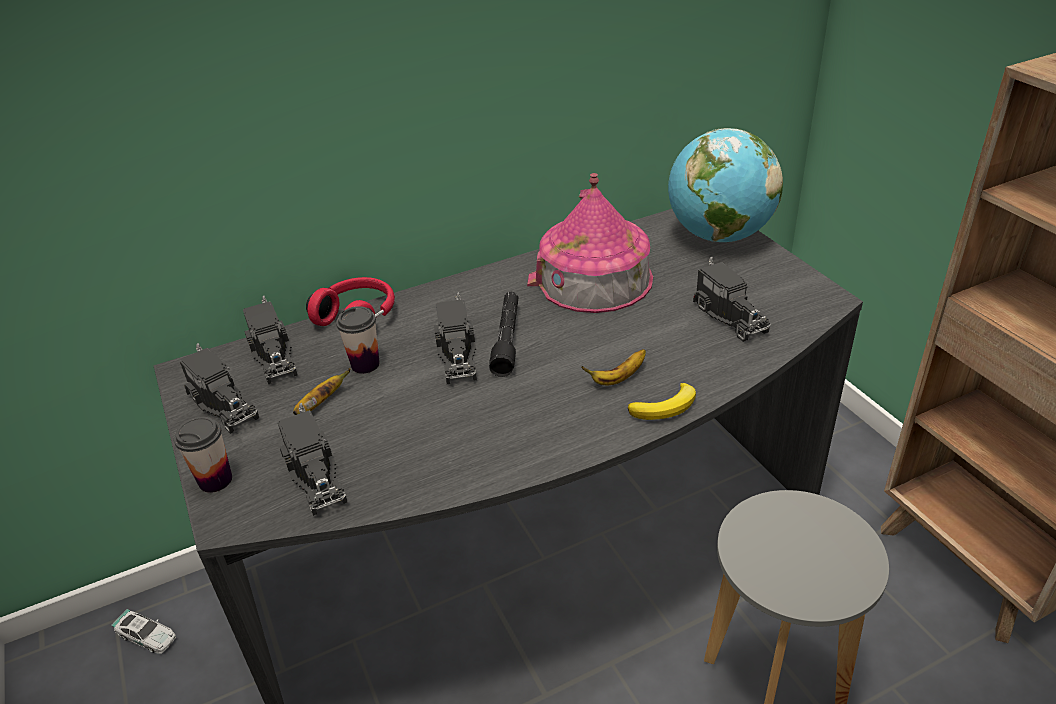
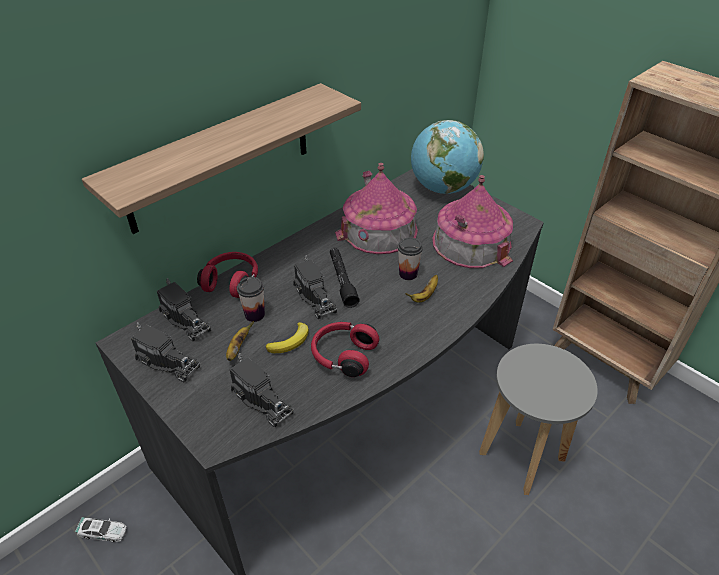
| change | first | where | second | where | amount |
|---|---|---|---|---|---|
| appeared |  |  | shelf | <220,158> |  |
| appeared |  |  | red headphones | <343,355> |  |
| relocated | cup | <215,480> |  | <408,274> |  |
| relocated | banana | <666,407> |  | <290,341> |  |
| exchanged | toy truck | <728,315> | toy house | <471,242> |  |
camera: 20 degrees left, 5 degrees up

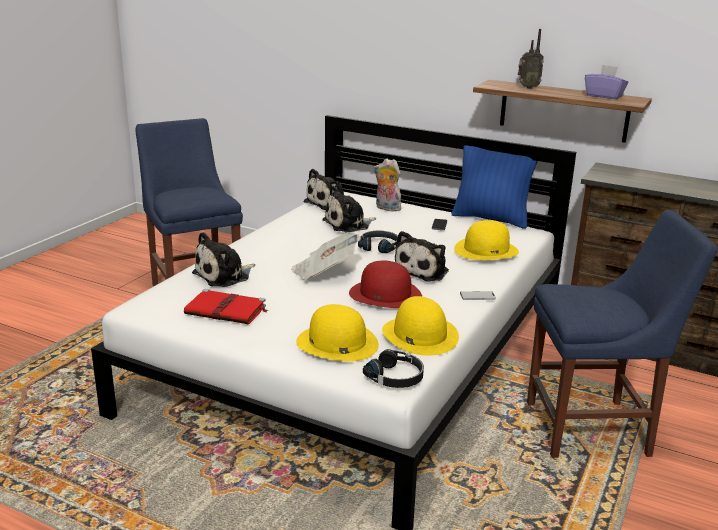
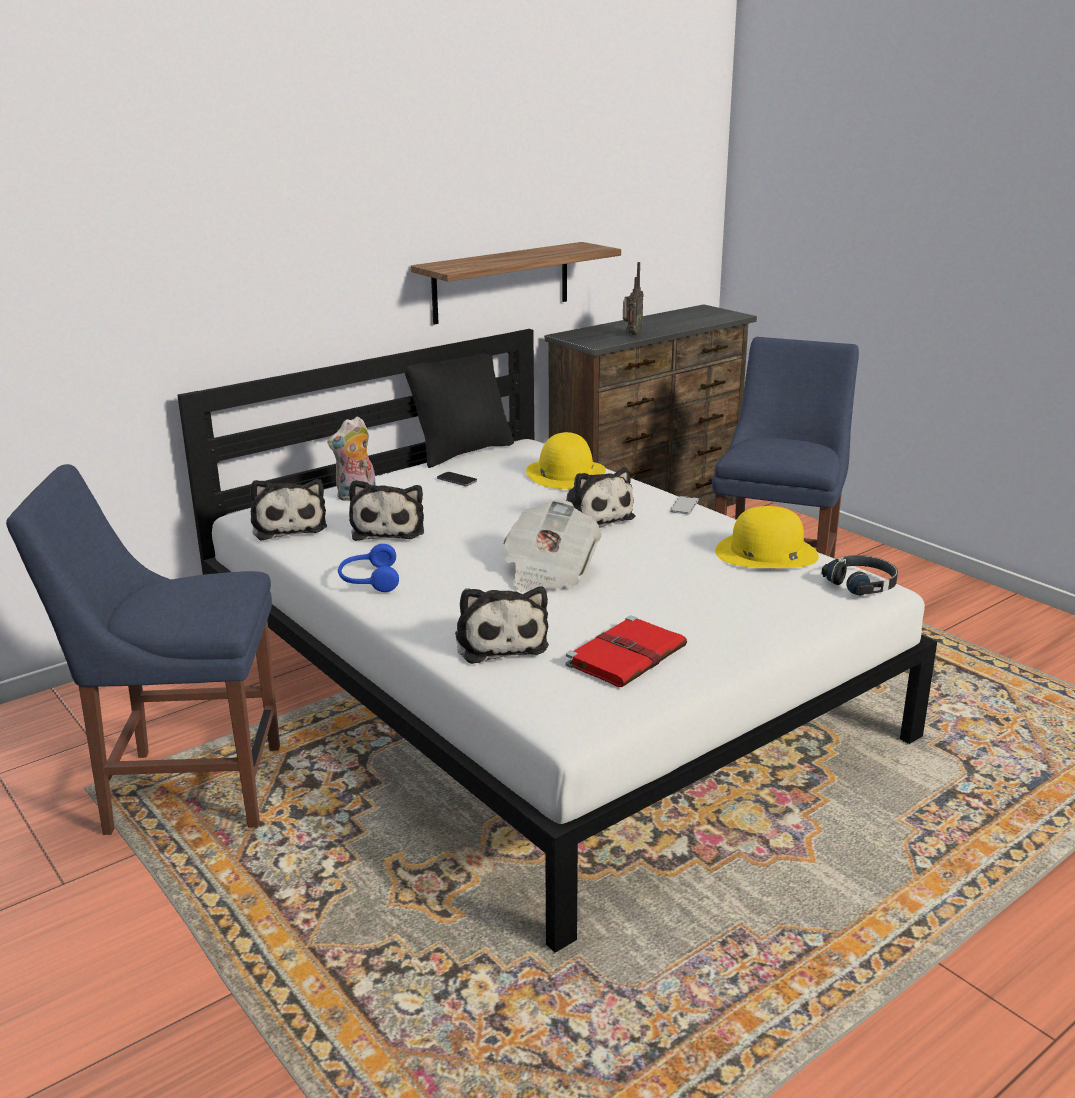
| change | first | where | second | where | amount |
|---|---|---|---|---|---|
| missing | yellow hat | <337,343> |  |  |  |
| missing | red hat | <385,294> |  |  |  |
| missing | black headphones | <379,247> |  |  |  |
| missing | purple tissue box | <604,96> |  |  |  |
| appeared |  |  | blue headphones | <368,580> |  |
| relocated | radio | <527,87> |  | <631,334> |  |
| colour | blue pillow | <491,219> | black pillow | <463,452> |  |
camera: 65 degrees left, 0 degrees up

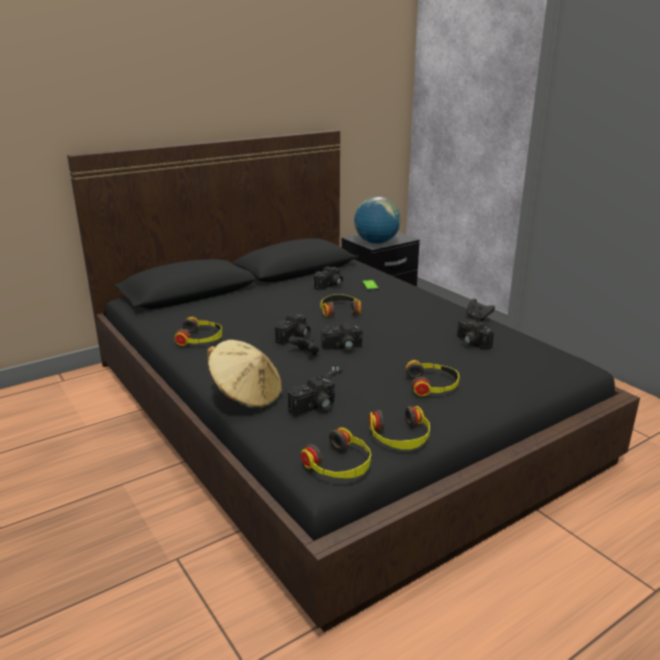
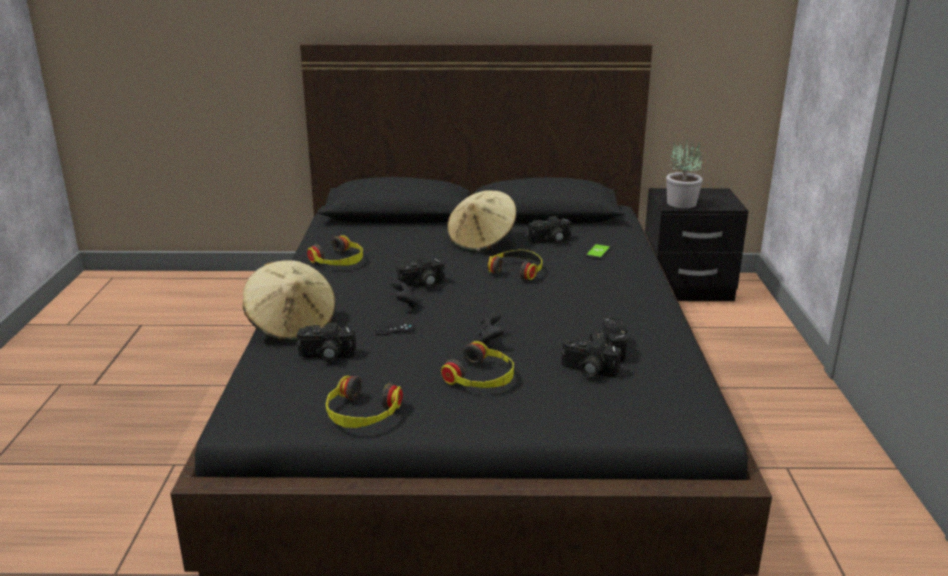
| change | first | where | second | where | amount |
|---|---|---|---|---|---|
| missing | headphones | <340,464> |  |  |  |
| appeared |  |  | beige hat | <482,242> |  |
| relocated | photo camera | <342,347> |  | <587,371> |  |
| relocated | black game controller | <478,318> |  | <489,340> |  |
| exchanged | globe | <376,243> | potted plant | <681,203> |  |
camera: 35 degrees right, 0 degrees up

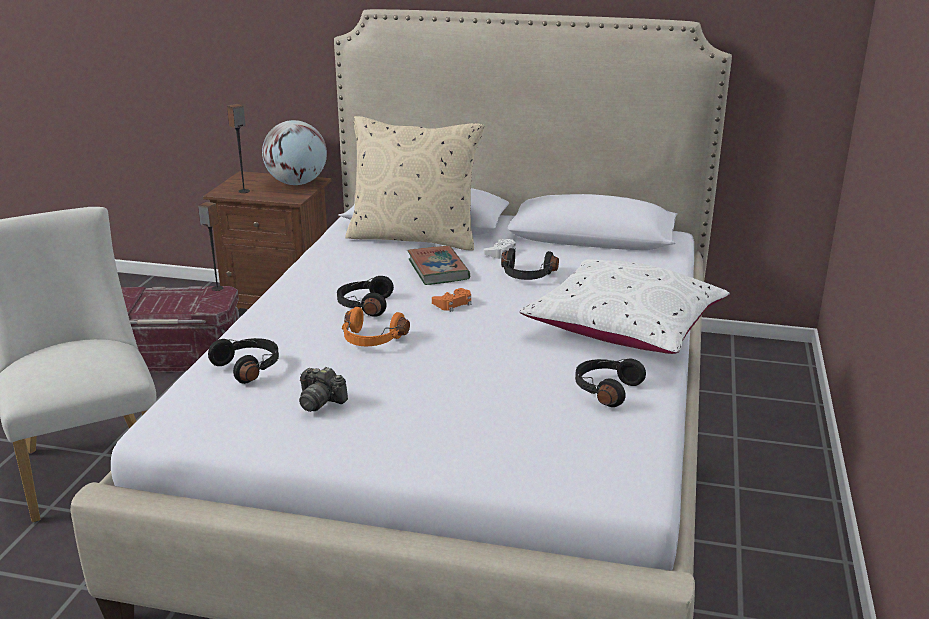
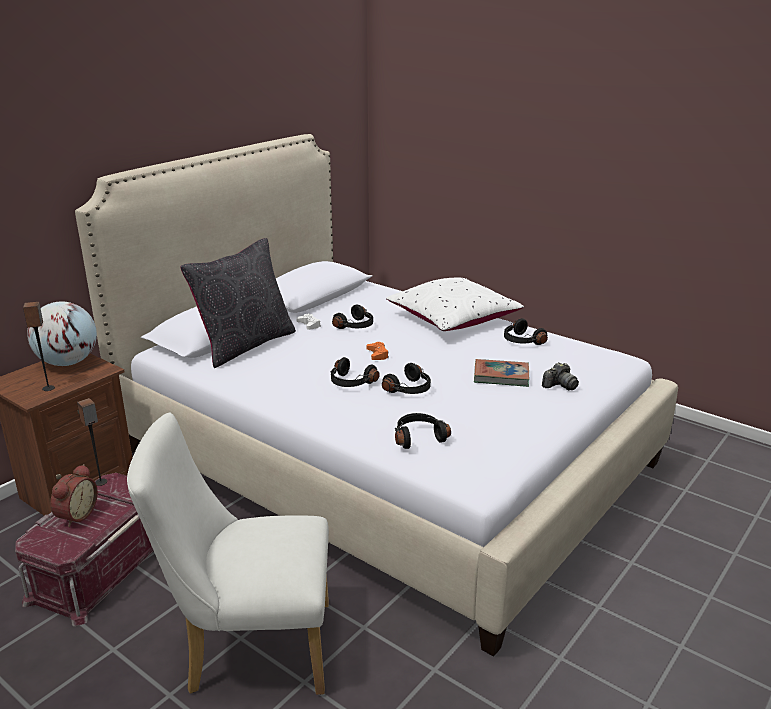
| change | first | where | second | where | amount |
|---|---|---|---|---|---|
| appeared |  |  | alarm clock | <75,515> |  |
| relocated | photo camera | <320,401> |  | <560,385> |  |
| relocated | book | <438,270> |  | <501,376> |  |
| colour | orange headphones | <371,340> | black headphones | <410,389> |  |
| colour | beige pillow | <414,237> | black pillow | <245,345> |  |
camera: 65 degrees left, 0 degrees up

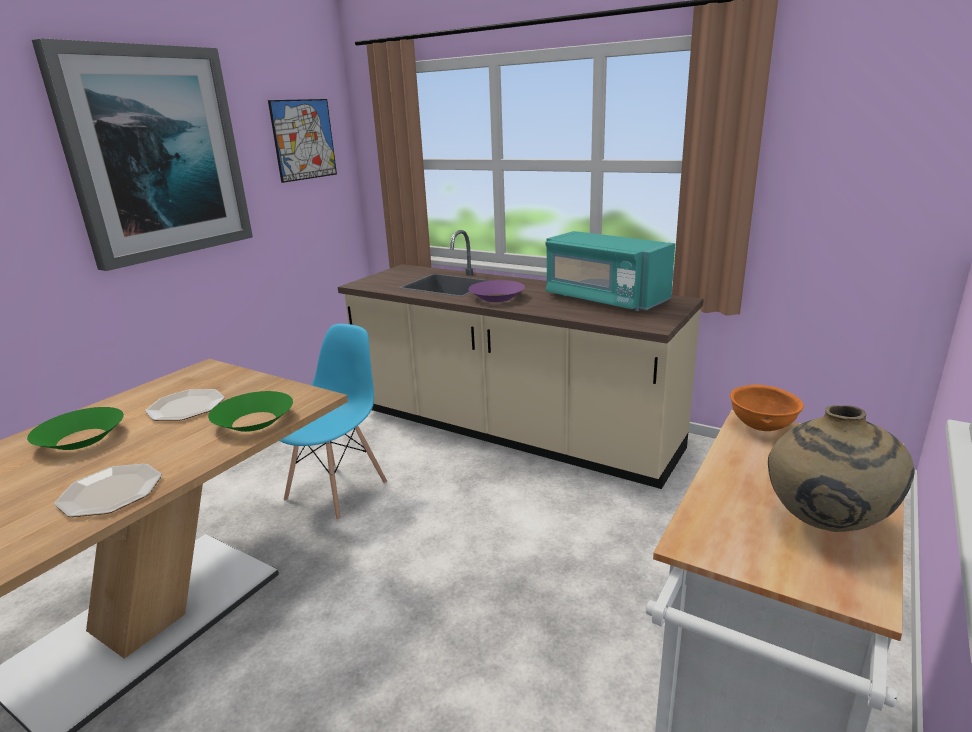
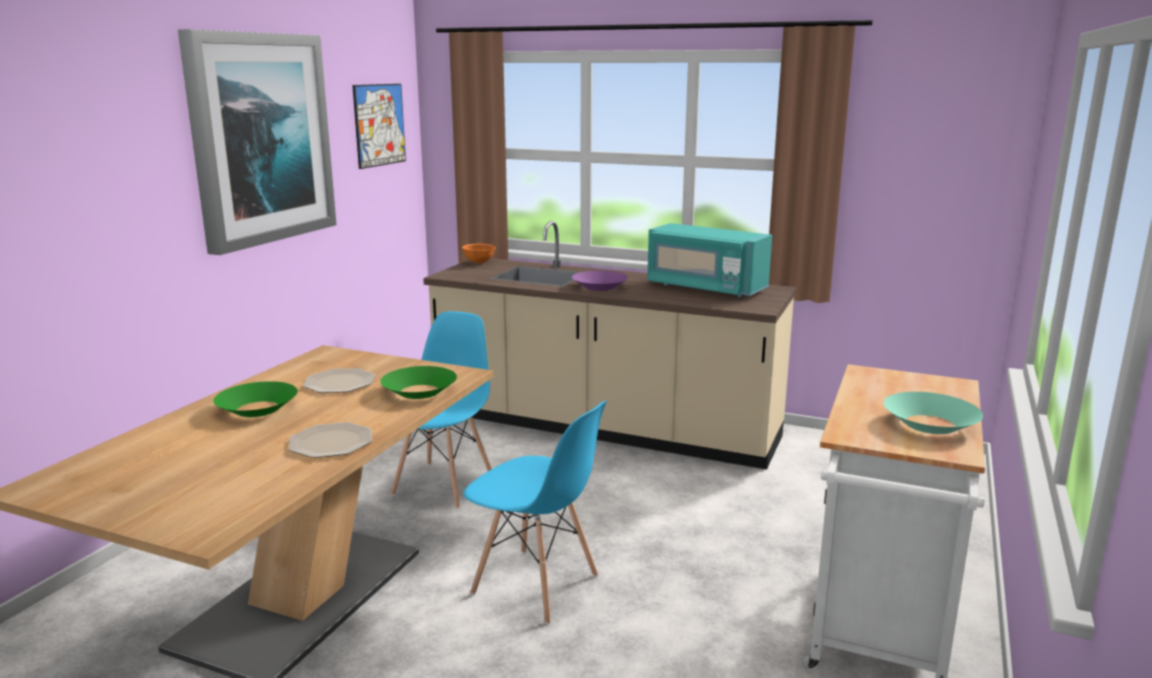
| change | first | where | second | where | amount |
|---|---|---|---|---|---|
| appeared |  |  | blue chair | <536,585> |  |
| relocated | orange bowl | <762,427> |  | <479,262> |  |
| exchanged | beige vase | <823,526> | turquoise bowl | <930,424> |  |
camera: 10 degrees left, 5 degrees down

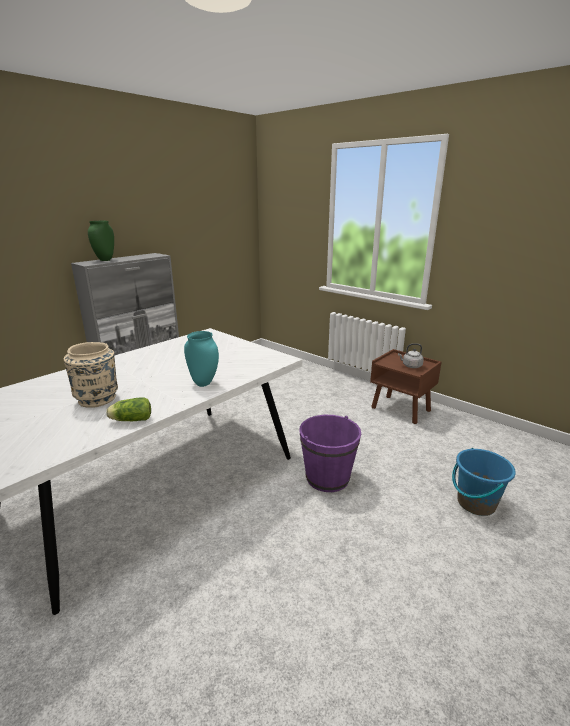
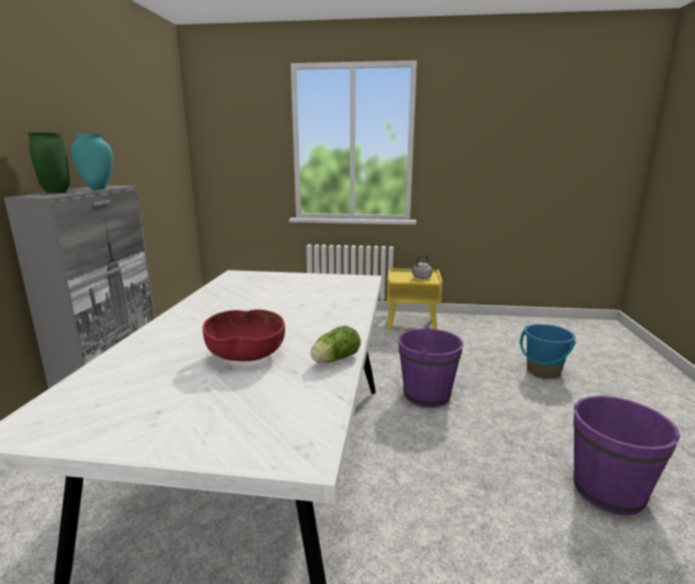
| change | first | where | second | where | amount |
|---|---|---|---|---|---|
| appeared |  |  | purple bucket | <608,490> |  |
| relocated | turquoise vase | <204,383> |  | <98,189> |  |
| exchanged | beige vase | <98,399> | red bowl | <246,355> |  |
| colour | brown nightstand | <401,409> | yellow nightstand | <412,324> |  |
camera: 35 degrees left, 5 degrees down

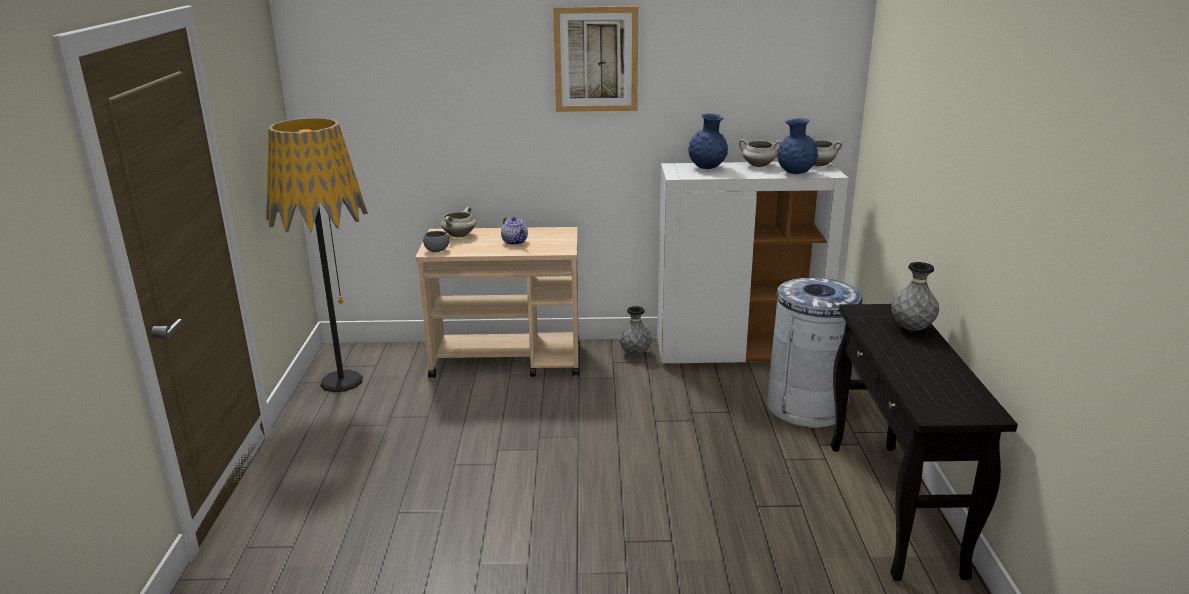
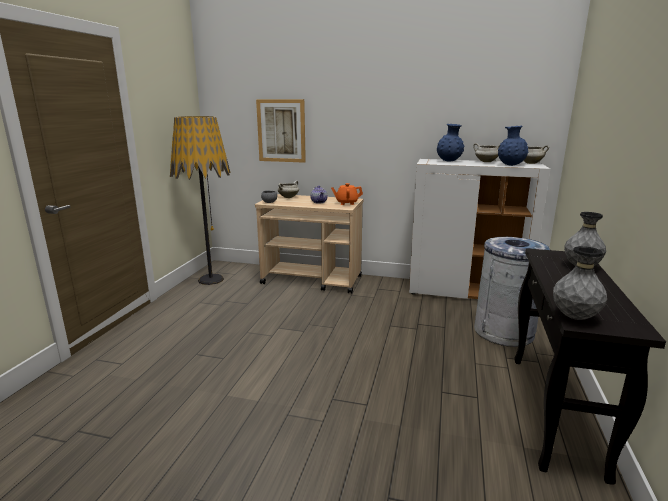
| change | first | where | second | where | amount |
|---|---|---|---|---|---|
| appeared |  |  | orange teapot | <346,203> |  |
| relocated | picture | <596,59> |  | <281,131> |  |
| relocated | grey vase | <635,354> |  | <574,317> |  |
camera: 15 degrees right, 5 degrees down

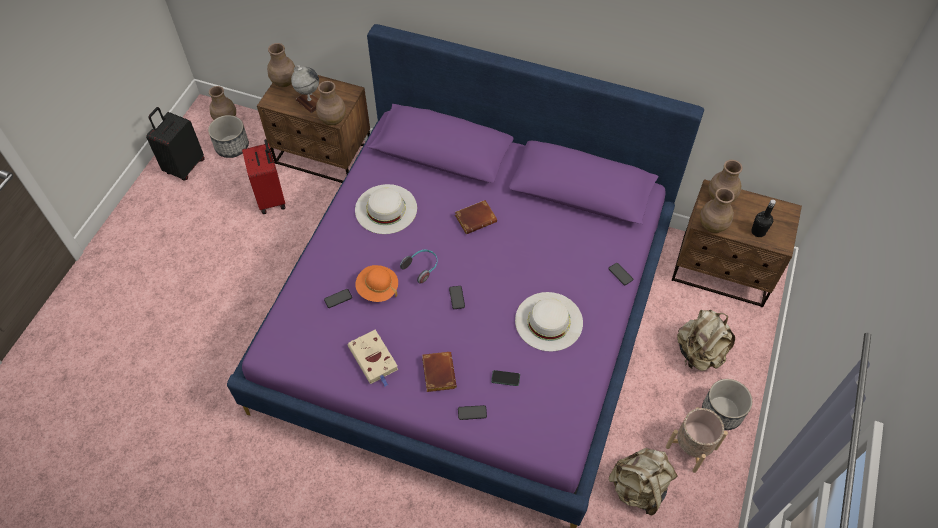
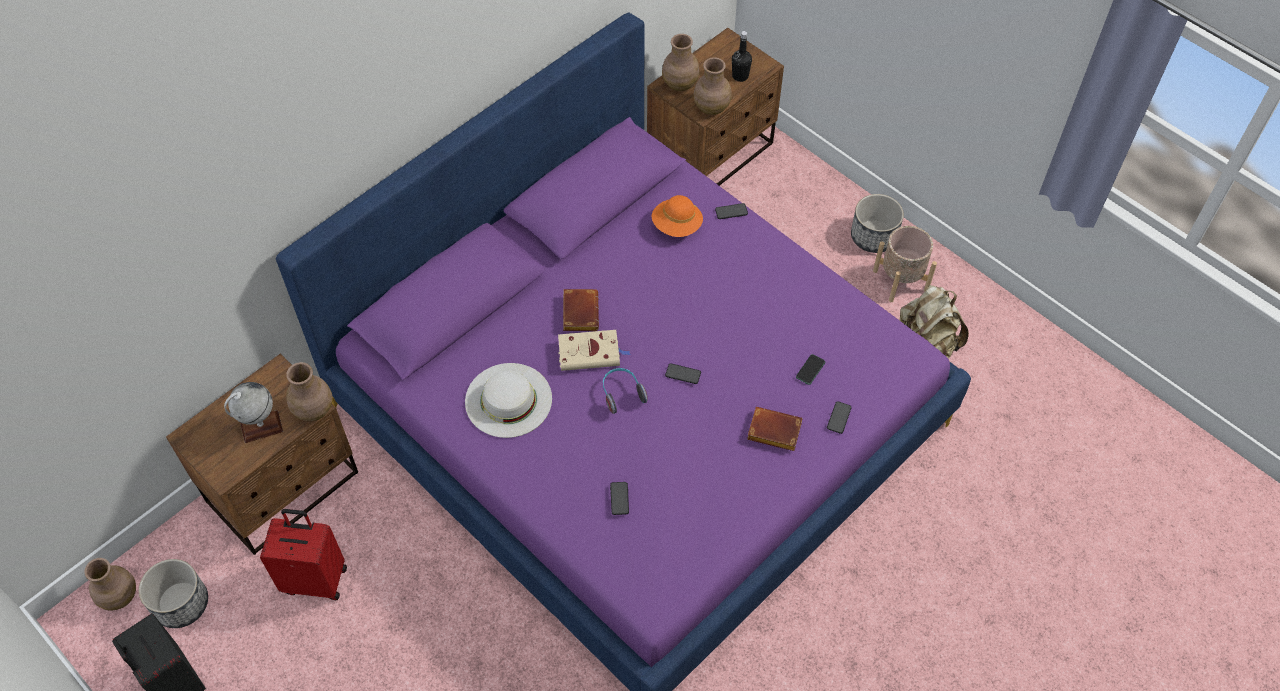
| change | first | where | second | where | amount |
|---|---|---|---|---|---|
| missing | brown vase | <284,82> |  |  |  |
| missing | white hat | <549,321> |  |  |  |
| missing | beige backpack | <699,353> |  |  |  |
| relocated | beige book | <374,359> |  | <591,353> |  |
| relocated | orange hat | <377,289> |  | <677,226> |  |
camera: 65 degrees left, 0 degrees up

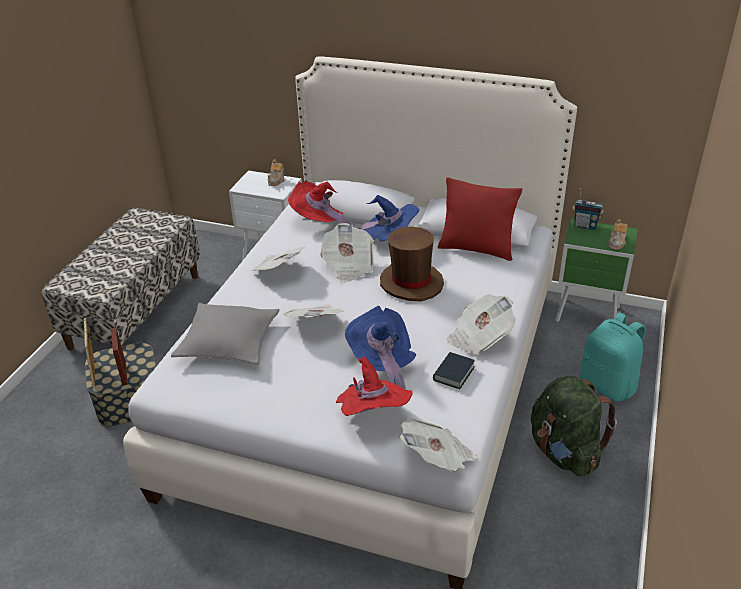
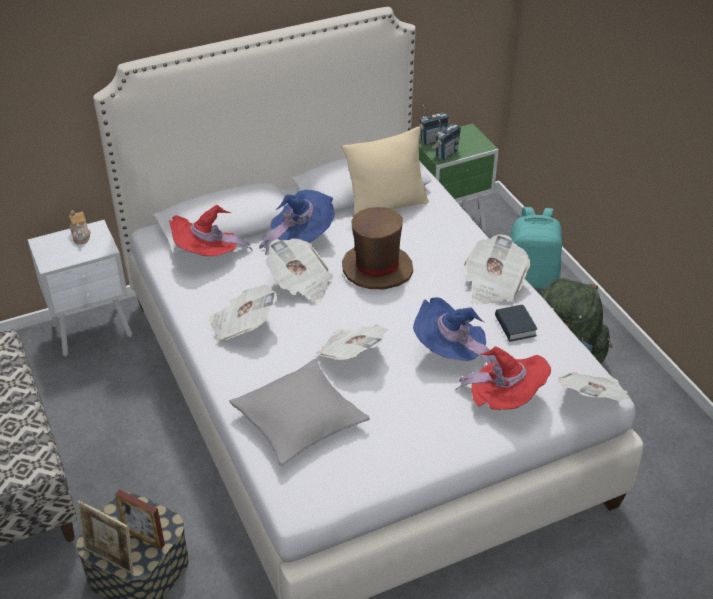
| change | first | where | second | where | amount |
|---|---|---|---|---|---|
| missing | teapot | <617,243> |  |  |  |
| appeared |  |  | radio | <446,154> |  |
| colour | red pillow | <476,249> | beige pillow | <386,207> |  |
camera: 45 degrees left, 5 degrees up

